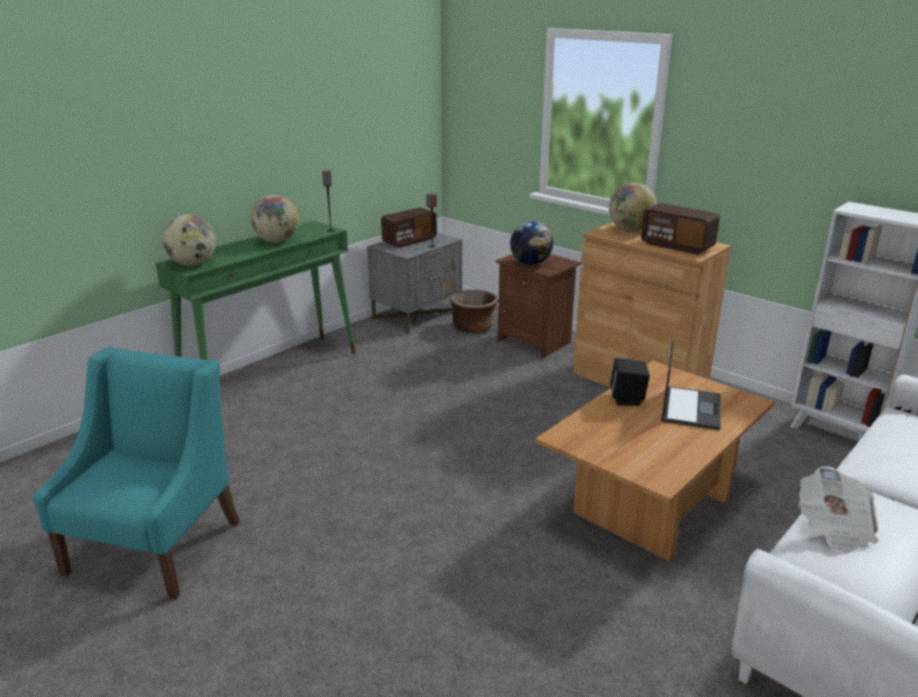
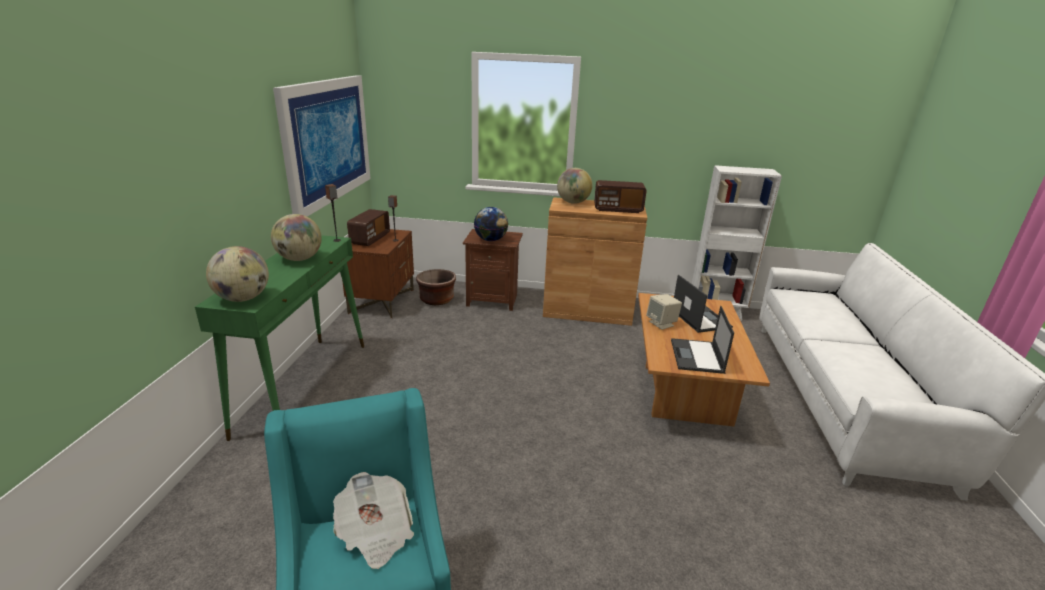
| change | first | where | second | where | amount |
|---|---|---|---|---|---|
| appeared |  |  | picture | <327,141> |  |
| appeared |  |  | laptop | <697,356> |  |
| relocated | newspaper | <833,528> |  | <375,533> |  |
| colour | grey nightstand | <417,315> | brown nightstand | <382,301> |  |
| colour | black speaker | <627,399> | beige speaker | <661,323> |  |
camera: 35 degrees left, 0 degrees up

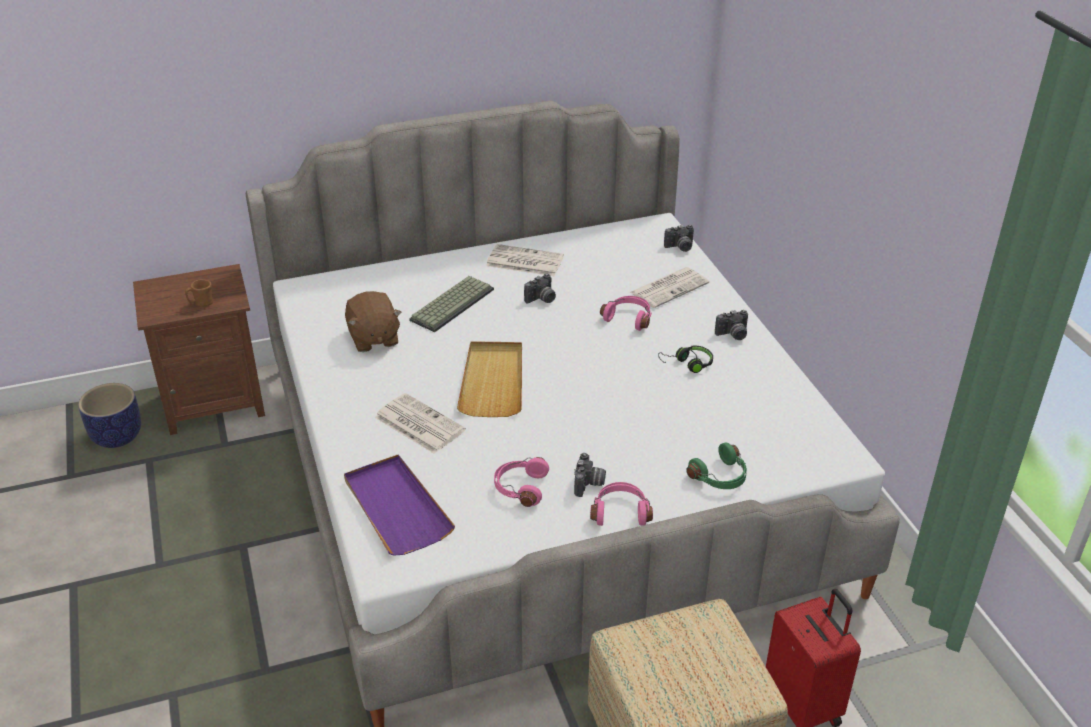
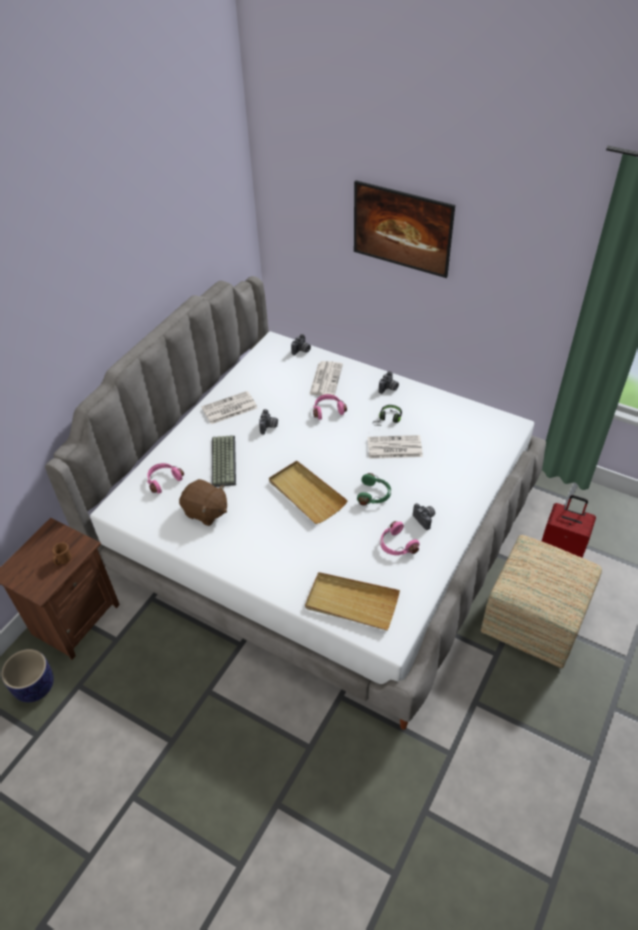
| change | first | where | second | where | amount |
|---|---|---|---|---|---|
| appeared |  |  | picture | <401,246> |  |
| relocated | newspaper | <418,424> |  | <394,448> |  |
| relocated | pink headphones | <620,511> |  | <163,480> |  |
| relocated | green headphones | <720,477> |  | <374,495> |  |
| colour | purple tray | <396,508> | beige tray | <351,603> |  |
camera: 40 degrees left, 10 degrees up

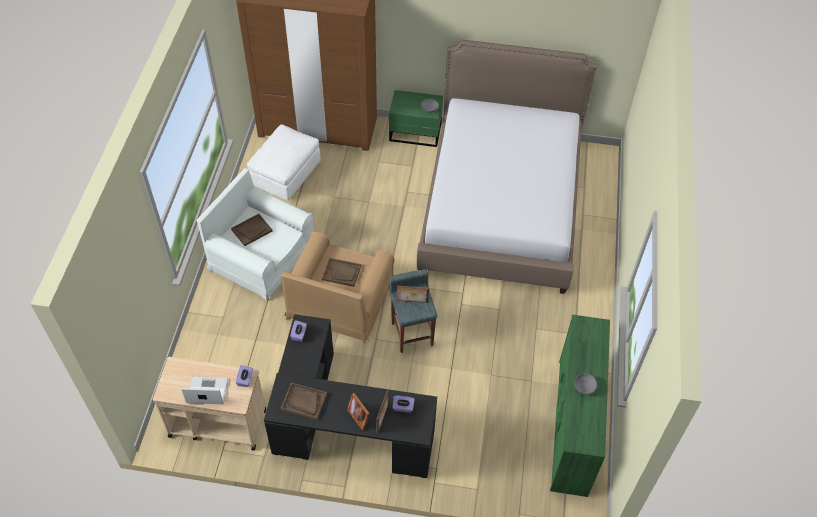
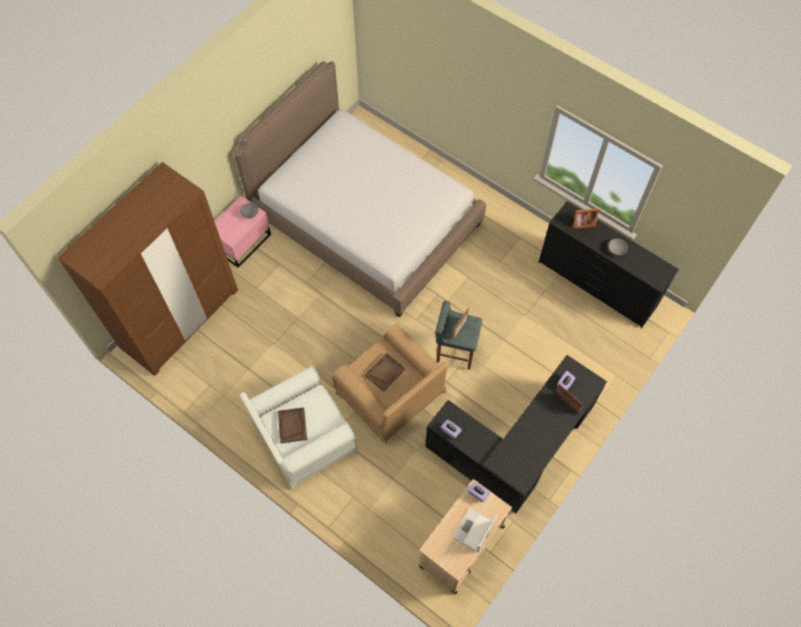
| change | first | where | second | where | amount |
|---|---|---|---|---|---|
| missing | white ottoman | <286,175> |  |  |  |
| missing | brown tray | <304,402> |  |  |  |
| relocated | picture frame | <359,415> |  | <582,223> |  |
| colour | green nightstand | <416,133> | pink nightstand | <244,242> |  |
| colour | green dresser | <571,426> | black dresser | <597,285> |  |
camera: 60 degrees left, 10 degrees up

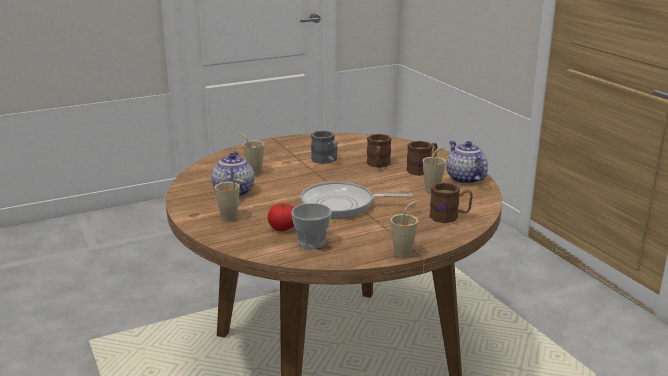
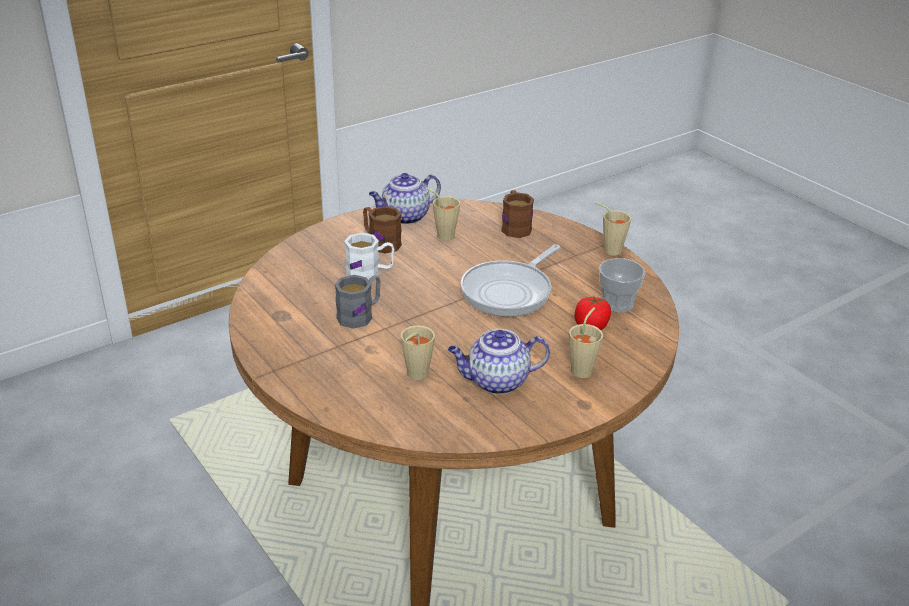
| change | first | where | second | where | amount |
|---|---|---|---|---|---|
| colour | brown mug | <378,165> | white mug | <370,273> |  |
| spun | frying pan | <342,205> |  | <510,291> | 45 degrees clockwise |
camera: 100 degrees left, 10 degrees up

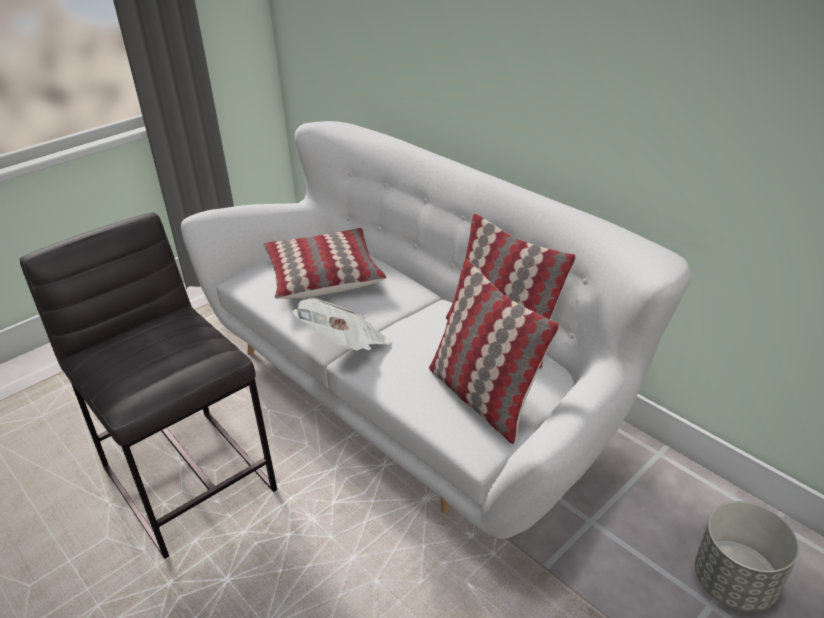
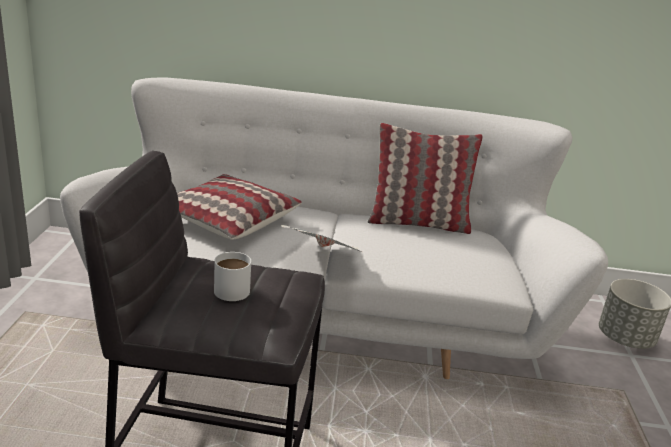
| change | first | where | second | where | amount |
|---|---|---|---|---|---|
| missing | pillow | <482,397> |  |  |  |
| appeared |  |  | white mug | <230,287> |  |
camera: 45 degrees left, 10 degrees down

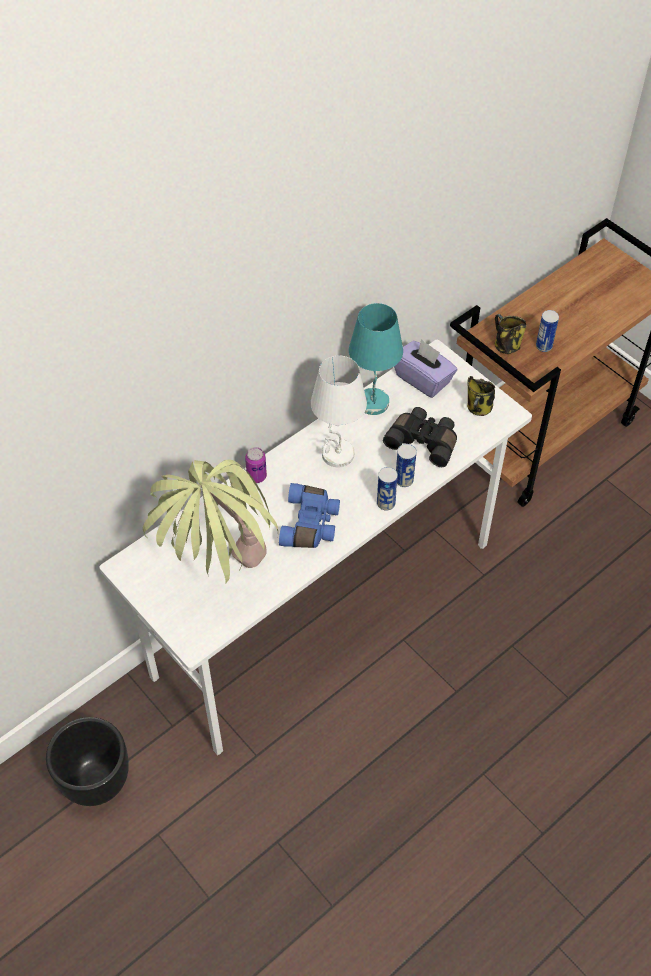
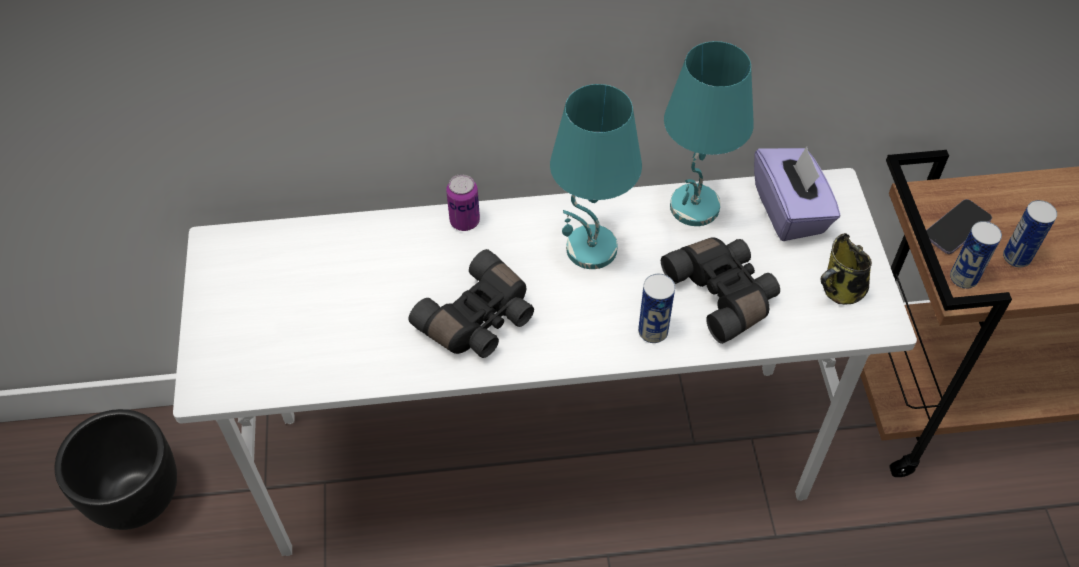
| change | first | where | second | where | amount |
|---|---|---|---|---|---|
| missing | potted plant | <220,580> |  |  |  |
| relocated | can | <386,503> |  | <963,278> |  |
| exchanged | mug | <505,345> | phone | <956,228> |  |
| colour | blue binoculars | <311,524> | black binoculars | <480,320> |  |
| colour | white table lamp | <337,455> | turquoise table lamp | <590,250> |  |
camera: 35 degrees right, 0 degrees up

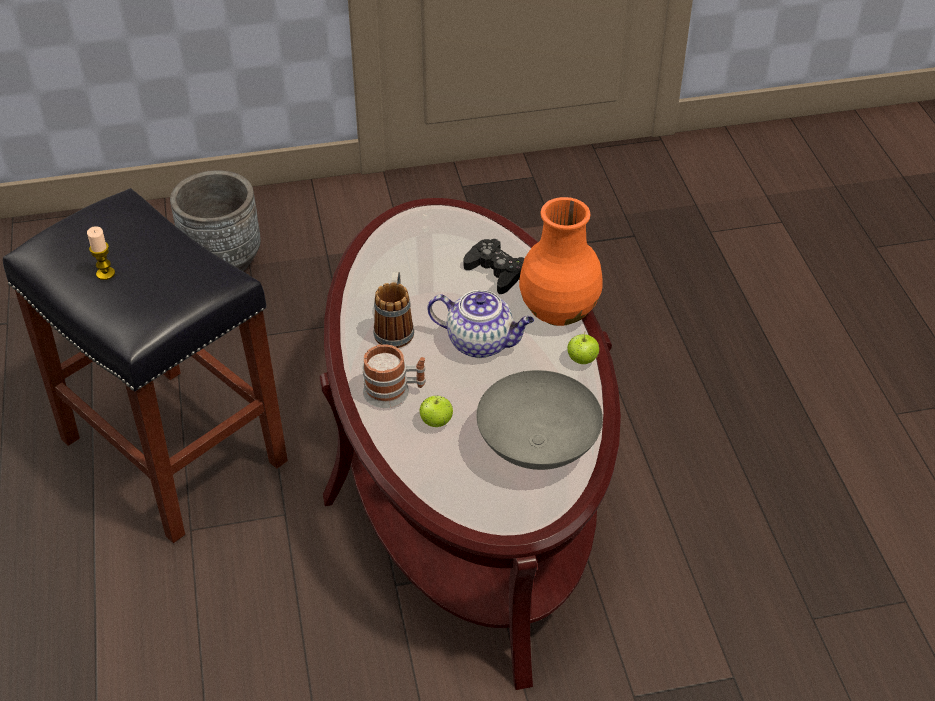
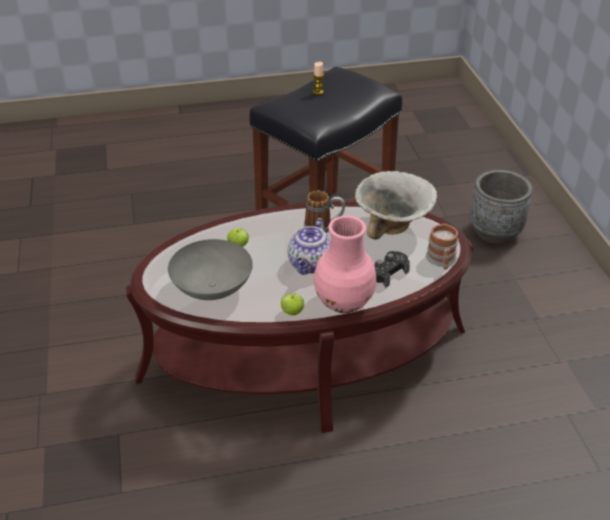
| change | first | where | second | where | amount |
|---|---|---|---|---|---|
| appeared |  |  | bowl | <393,227> |  |
| relocated | mug | <394,392> |  | <441,261> |  |
| colour | orange vase | <558,312> | pink vase | <343,302> |  |
camera: 90 degrees right, 5 degrees down

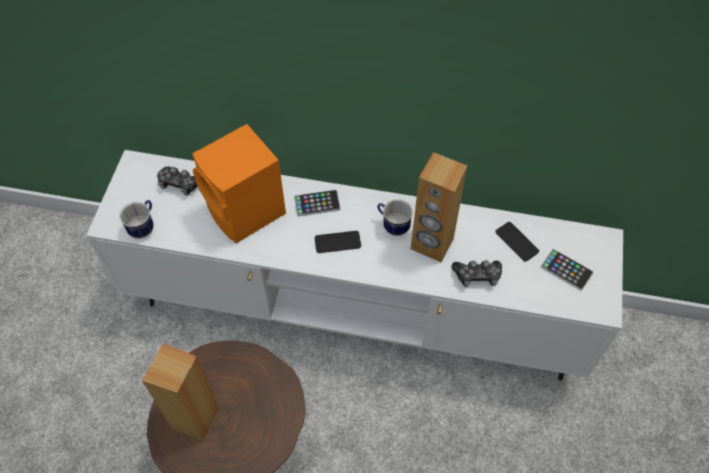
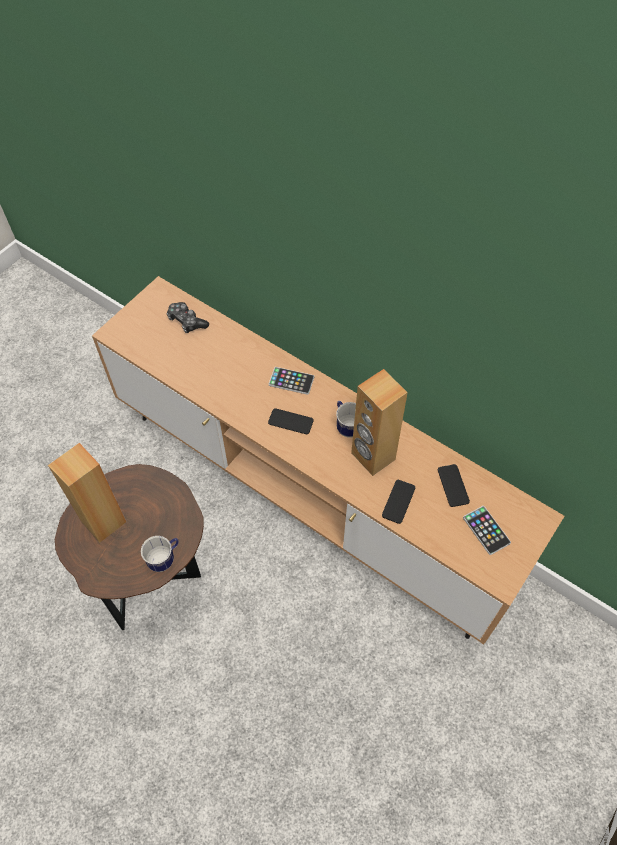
| change | first | where | second | where | amount |
|---|---|---|---|---|---|
| missing | orange speaker | <247,213> |  |  |  |
| relocated | mug | <144,227> |  | <165,559> |  |
| exchanged | game controller | <477,276> | phone | <398,501> |  |
| colour | white tv stand | <354,311> | brown tv stand | <309,495> |  |
camera: 25 degrees right, 0 degrees up

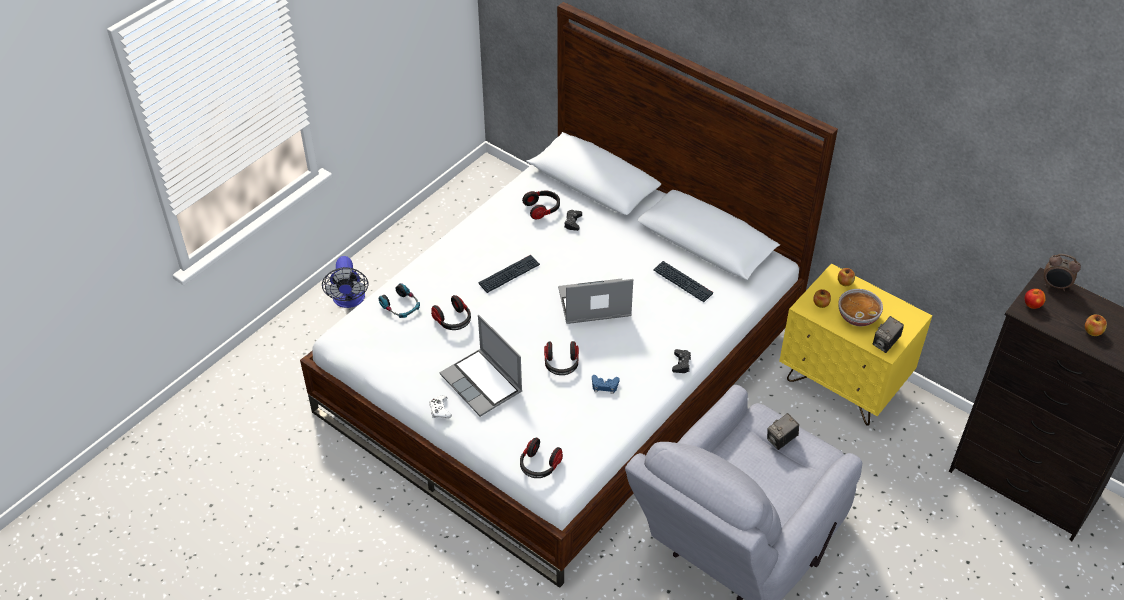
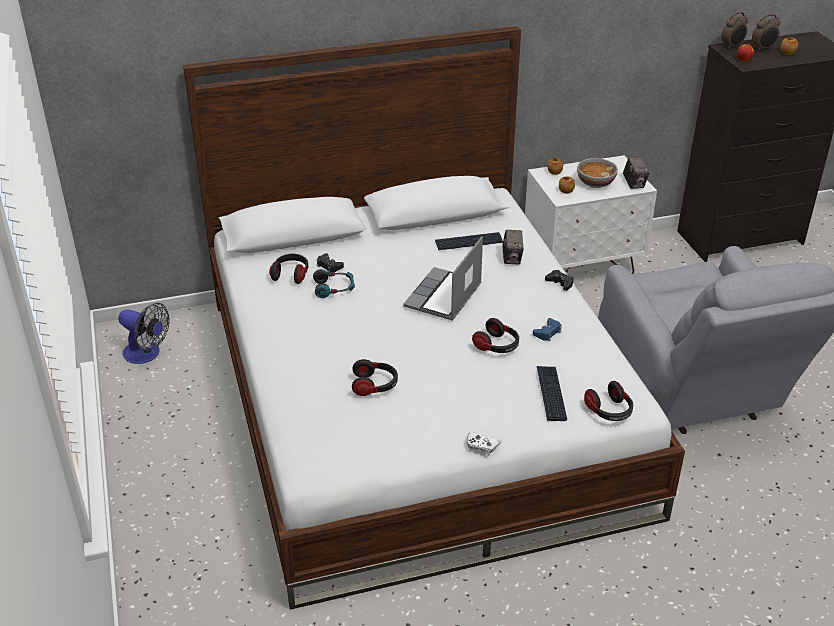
| change | first | where | second | where | amount |
|---|---|---|---|---|---|
| missing | laptop | <483,384> |  |  |  |
| appeared |  |  | alarm clock | <763,49> |  |
| relocated | fan | <349,300> |  | <147,354> |  |
| relocated | headphones | <401,306> |  | <334,288> |  |
| relocated | keyboard | <509,274> |  | <551,394> |  |
| relocated | photo camera | <781,440> |  | <512,258> |  |
| colour | yellow nightstand | <843,384> | white nightstand | <582,266> |  |
camera: 55 degrees left, 10 degrees down

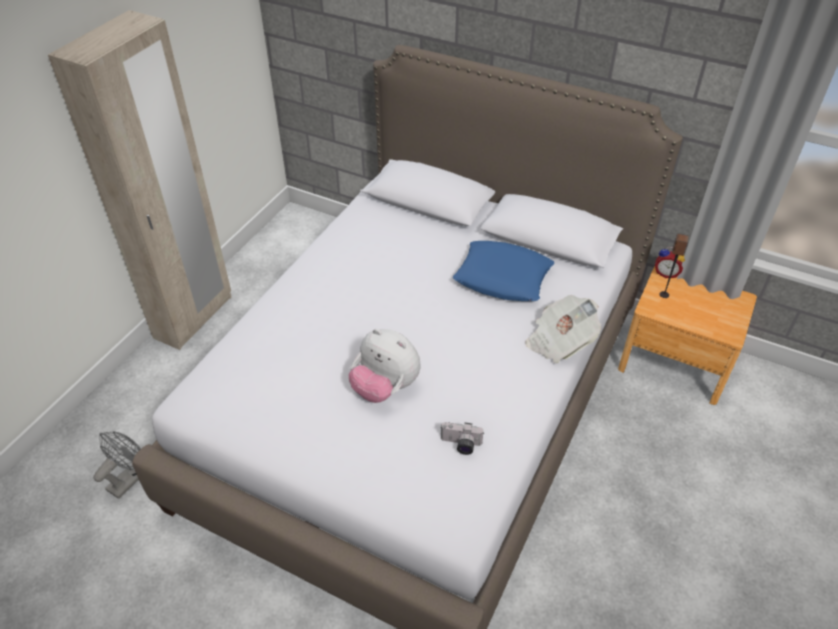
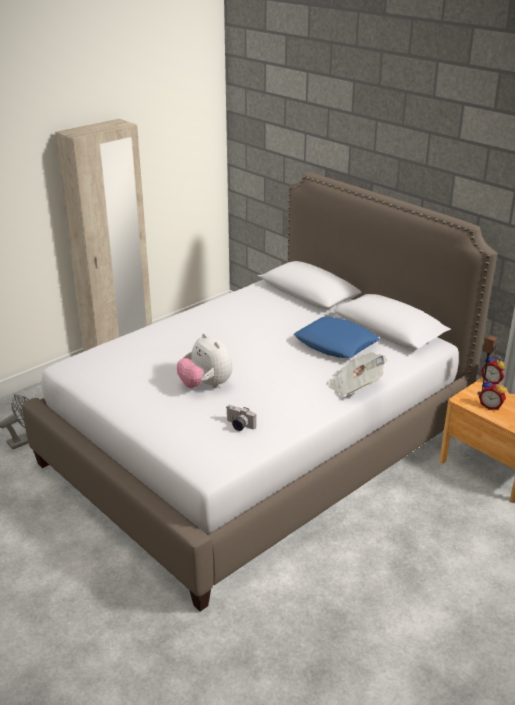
| change | first | where | second | where | amount |
|---|---|---|---|---|---|
| appeared |  |  | alarm clock | <491,406> |  |
camera: 20 degrees right, 15 degrees down

